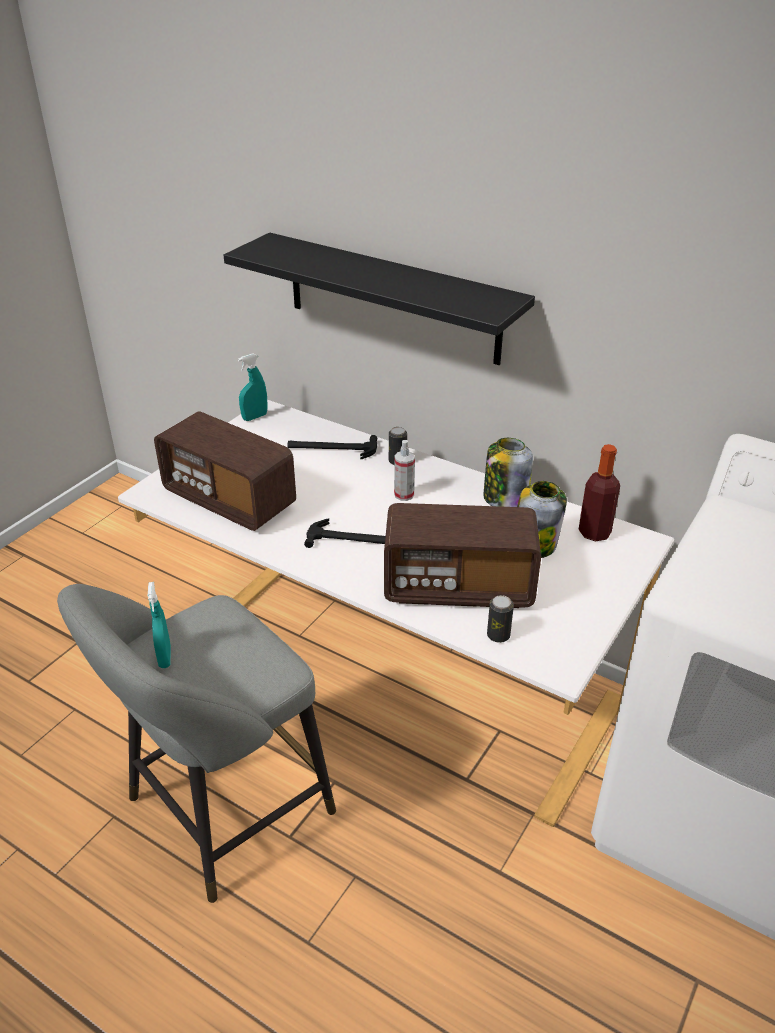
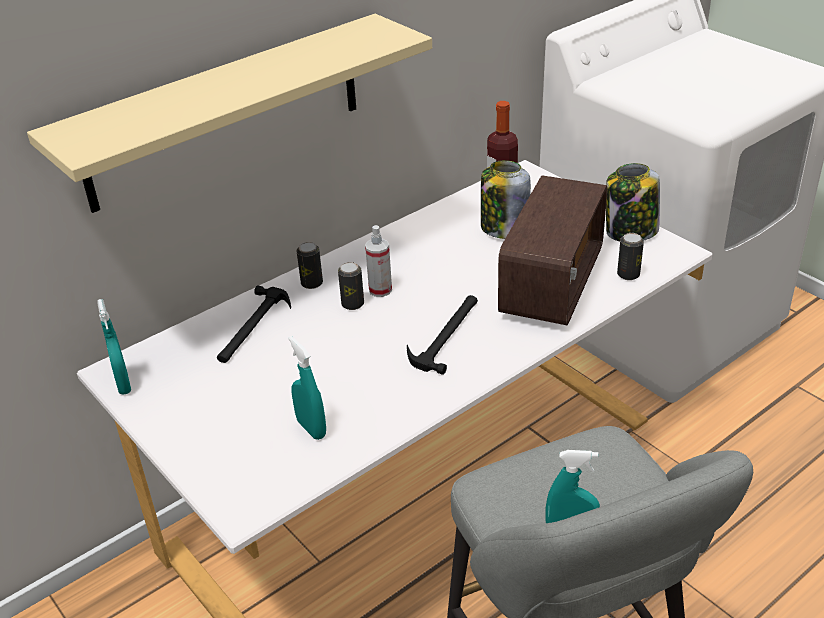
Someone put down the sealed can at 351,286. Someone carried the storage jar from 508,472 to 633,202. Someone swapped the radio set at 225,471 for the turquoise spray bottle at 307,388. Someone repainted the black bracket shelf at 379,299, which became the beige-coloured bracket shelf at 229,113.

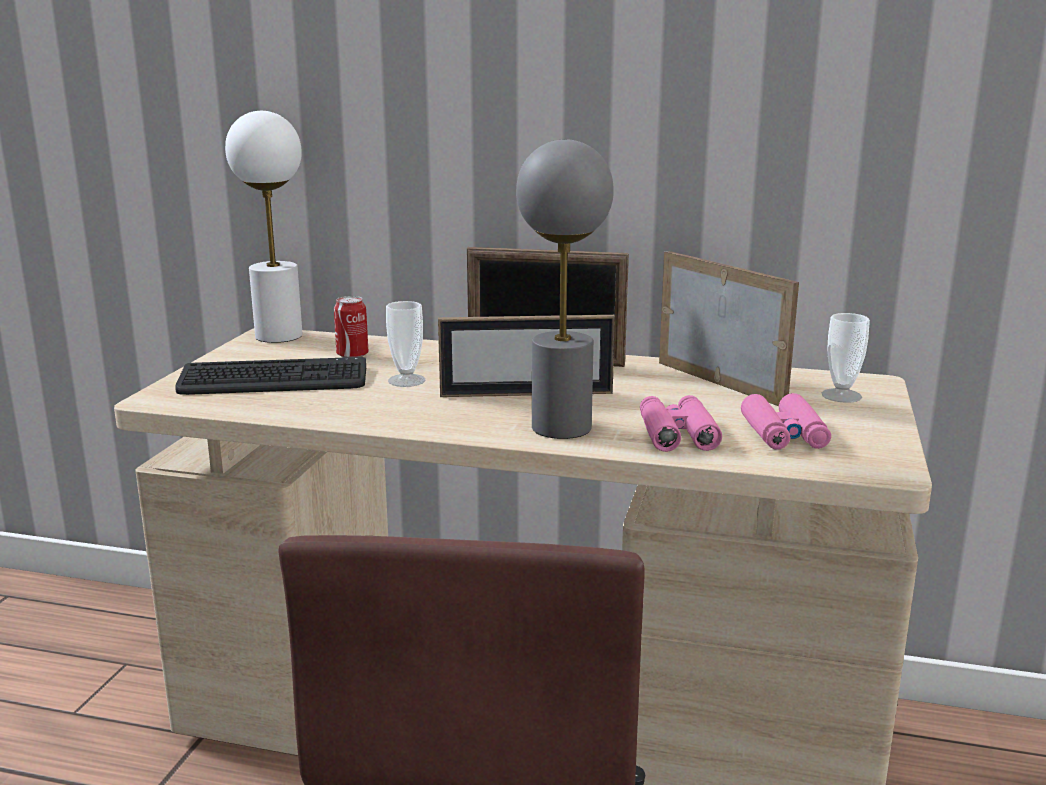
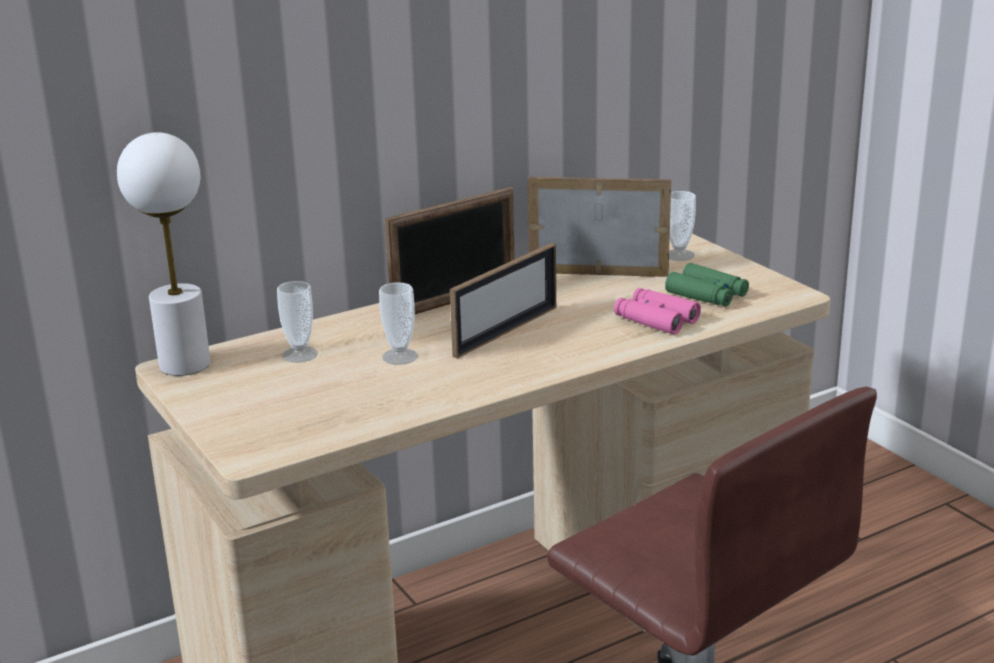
Someone took away the PC keyboard at 271,376. Someone took away the grey lamp for a table at 565,289. Someone swapped the sealed can at 351,327 for the drinking cup at 297,322. Someone repainted the pinkish pair of binoculars at 786,421, which became the green-coloured pair of binoculars at 707,284.

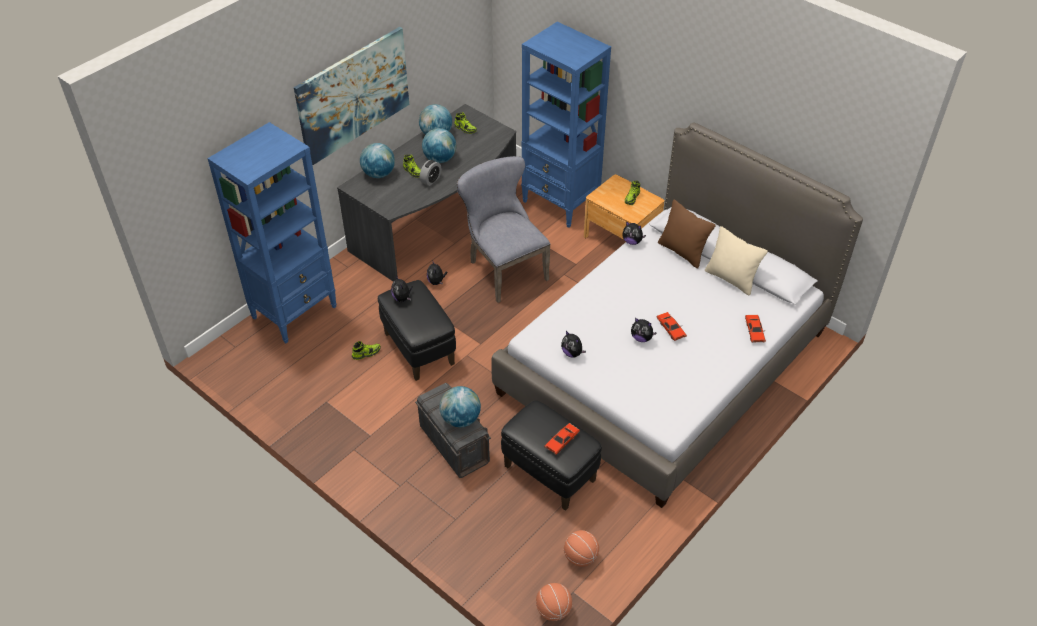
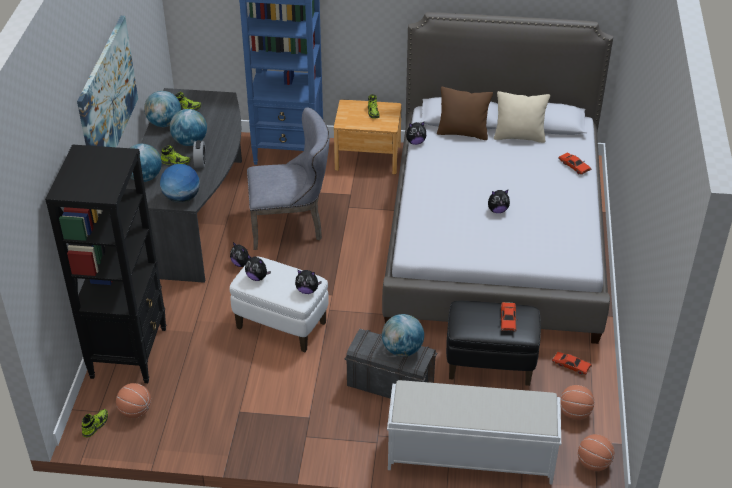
Someone put down the basketball at 133,400. Someone put down the desk globe at 180,183. Someone put down the whitish bench at 474,432. Someone carried the low shoe from 366,350 to 95,423. Someone carried the soft toy from 573,344 to 308,281. Someone carried the reddish miniature car from 671,326 to 572,363. Someone repainted the blue-coloured shelving unit at 272,232, which became the black shelving unit at 106,263. Someone repainted the black footrest at 417,330, which became the whitish footrest at 279,304. Someone rotated the grey chair at 503,229 by 150 degrees clockwise.

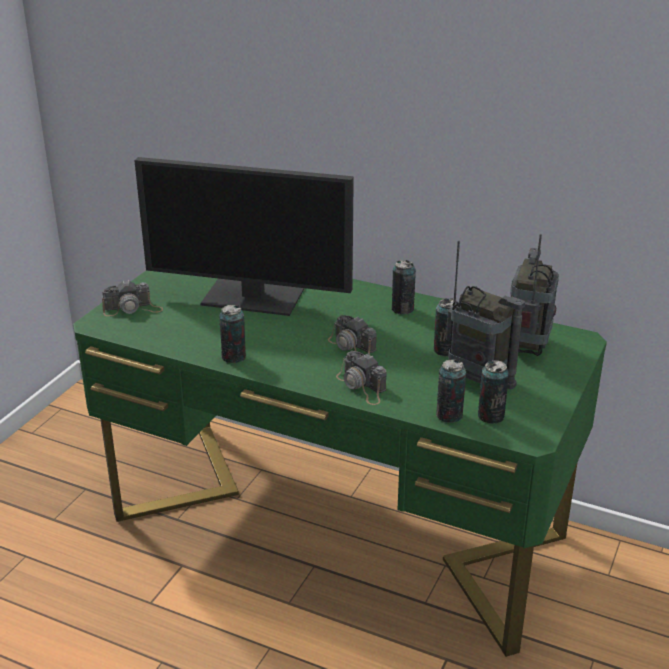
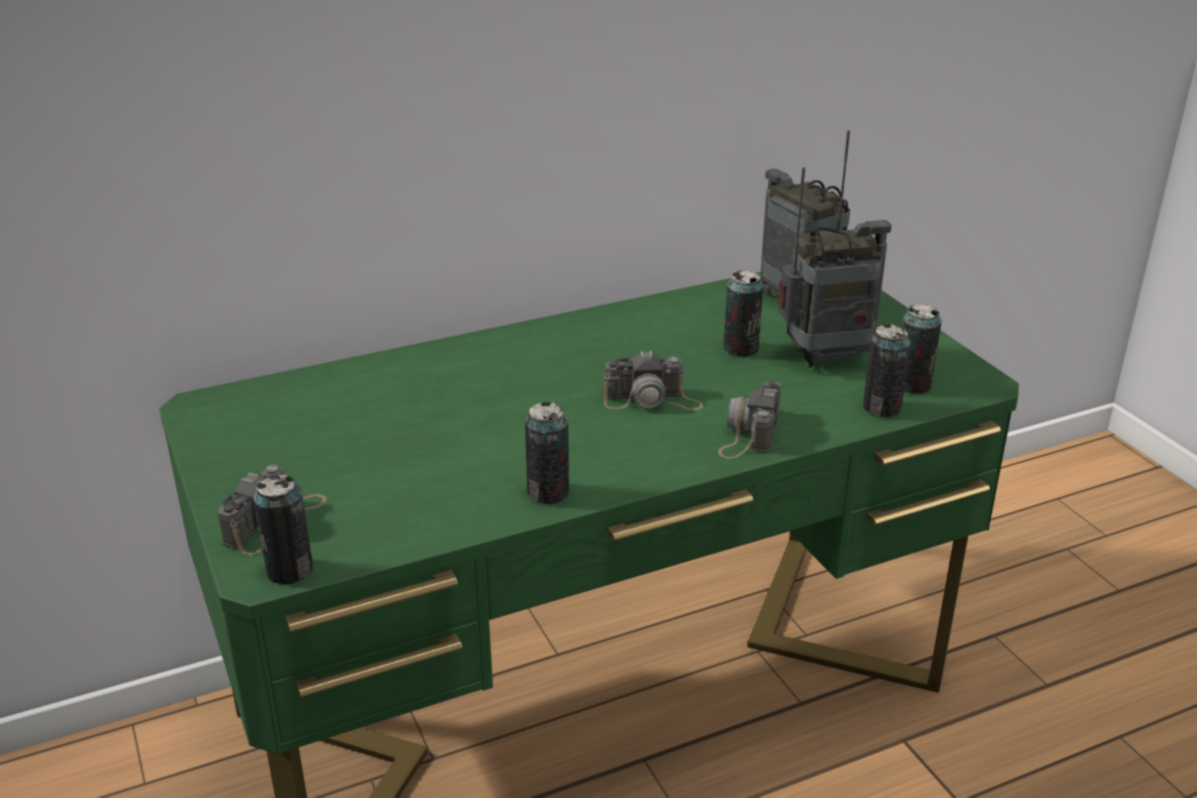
Someone took away the computer screen at 244,236. Someone carried the sealed can from 404,287 to 283,530. Someone rotated the photo camera at 361,378 by 105 degrees clockwise.

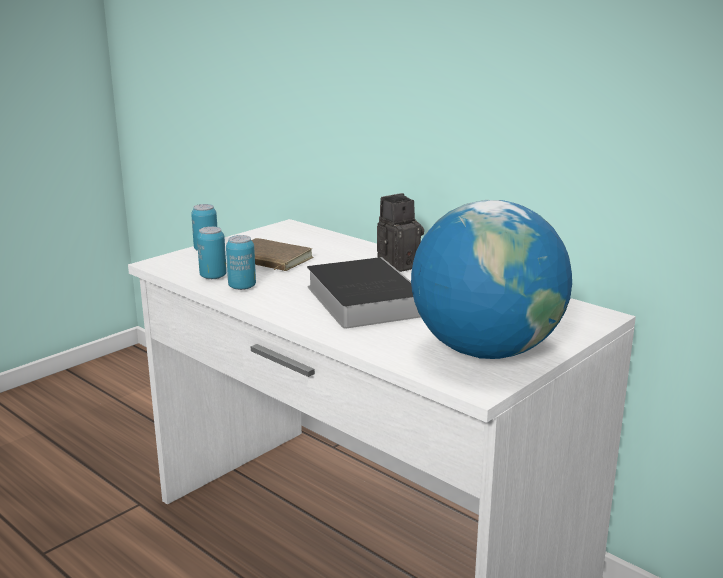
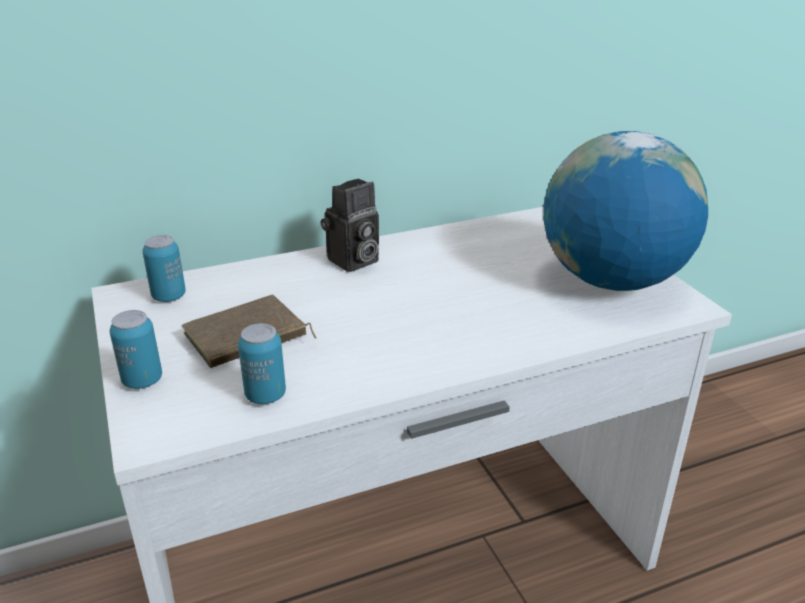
Someone took away the bound book at 364,293. Someone carried the sealed can from 241,262 to 164,268. Someone rotated the photo camera at 400,232 by 120 degrees counterclockwise.

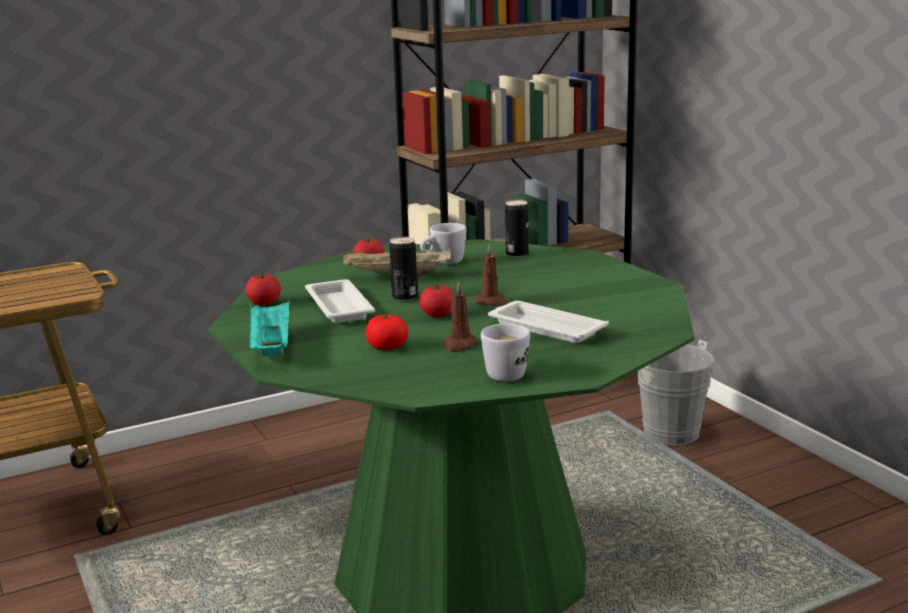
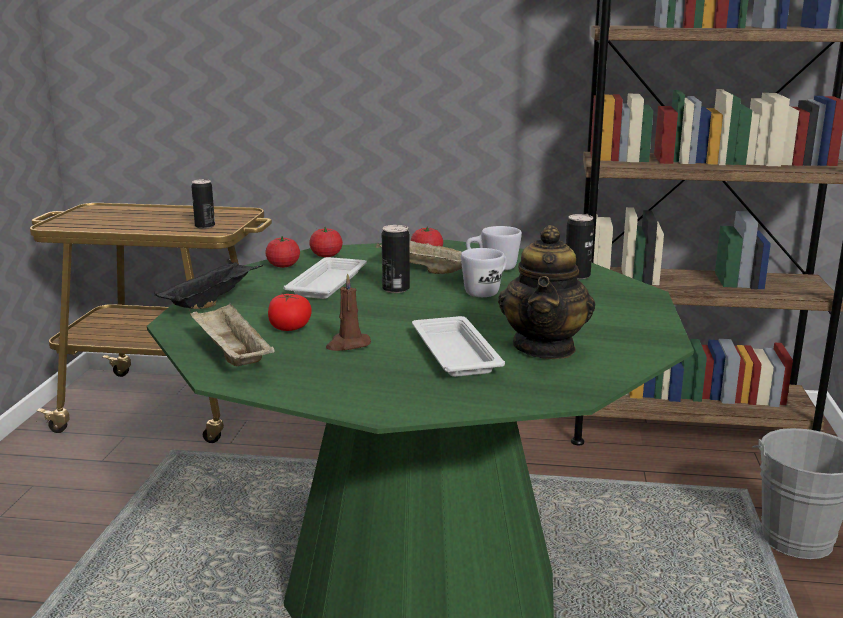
Someone took away the brownish candle at 491,275. Someone put down the beige-coloured carrying tray at 232,334. Someone put down the sealed can at 203,204. Someone put down the pot for tea at 546,292. Someone carried the whole tomato from 436,300 to 326,242. Someone carried the whitish mug from 505,352 to 484,272. Someone repainted the turquoise carrying tray at 269,328, which became the black carrying tray at 208,284.

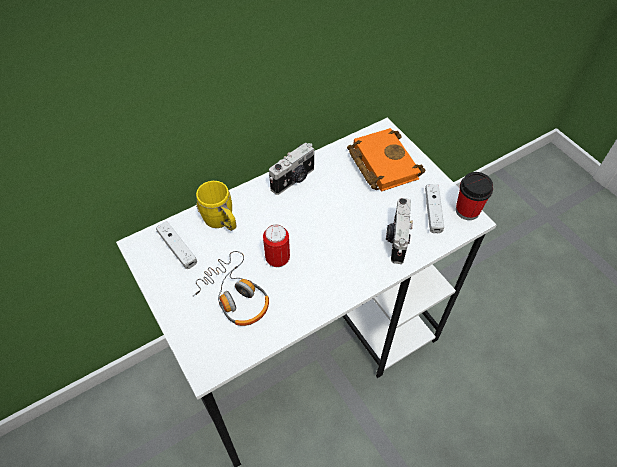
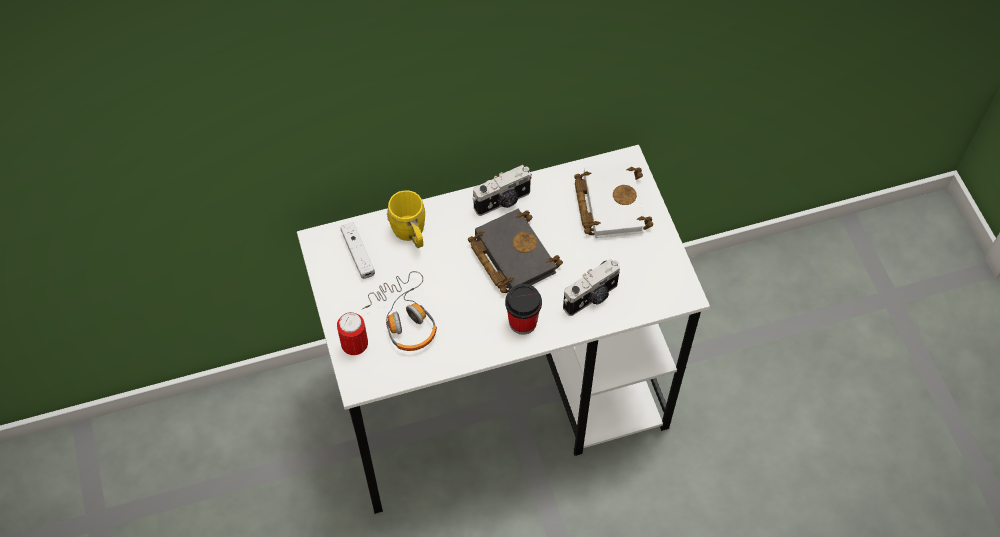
Someone took away the whitish gamepad at 434,208. Someone put down the black bound book at 515,251. Someone carried the sealed can from 276,246 to 352,333. Someone carried the drinking cup from 474,196 to 523,309. Someone repainted the orange bound book at 386,159, which became the whitish bound book at 613,200. Someone rotated the photo camera at 399,231 by 150 degrees counterclockwise.

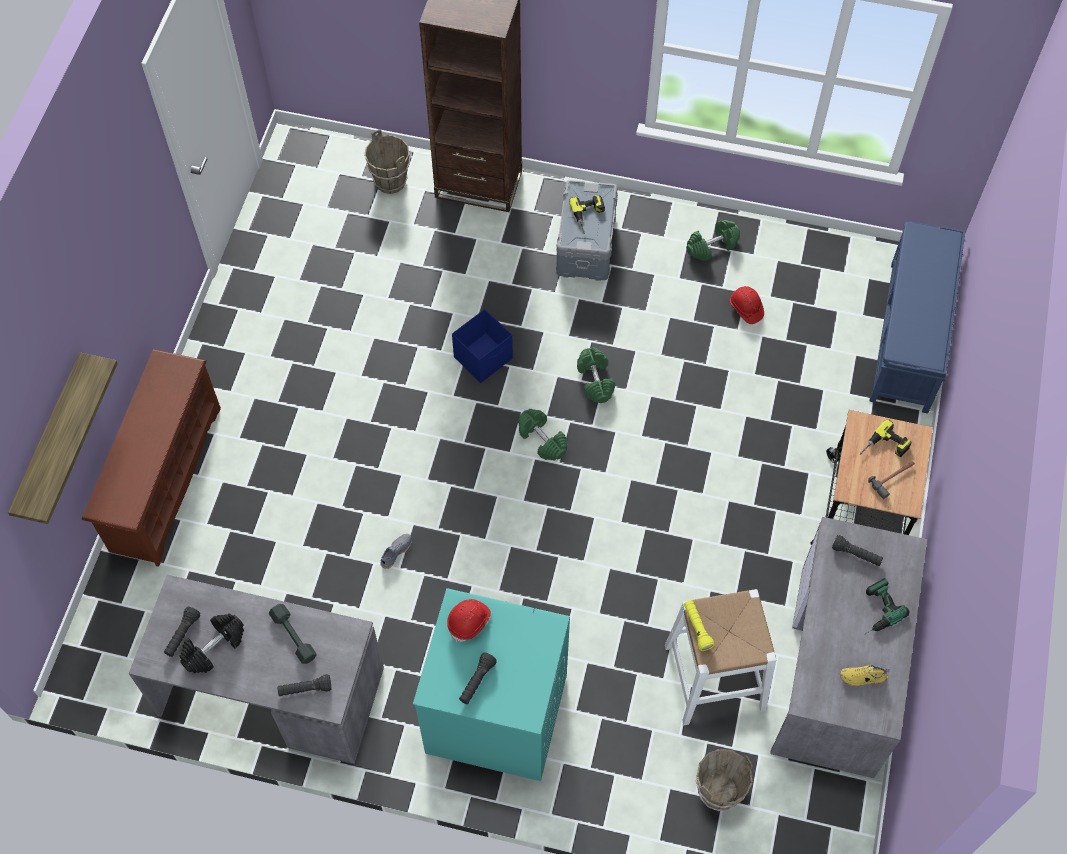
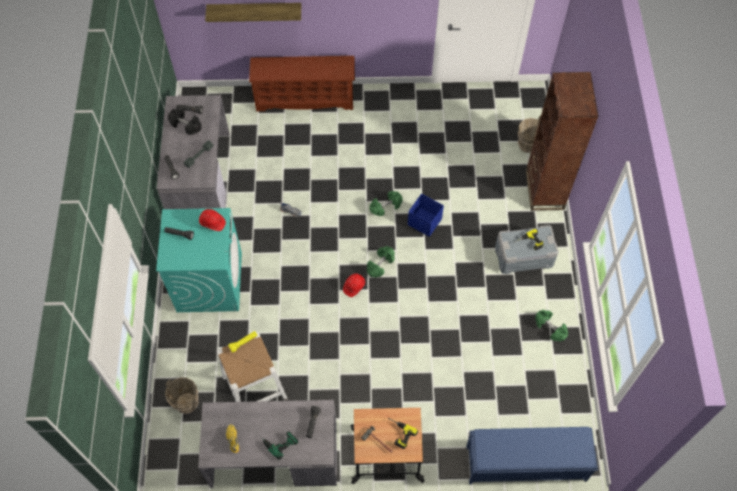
Someone carried the green-coloured dumbbell from 596,375 to 386,203. Someone carried the reddish work helmet from 747,305 to 354,285.

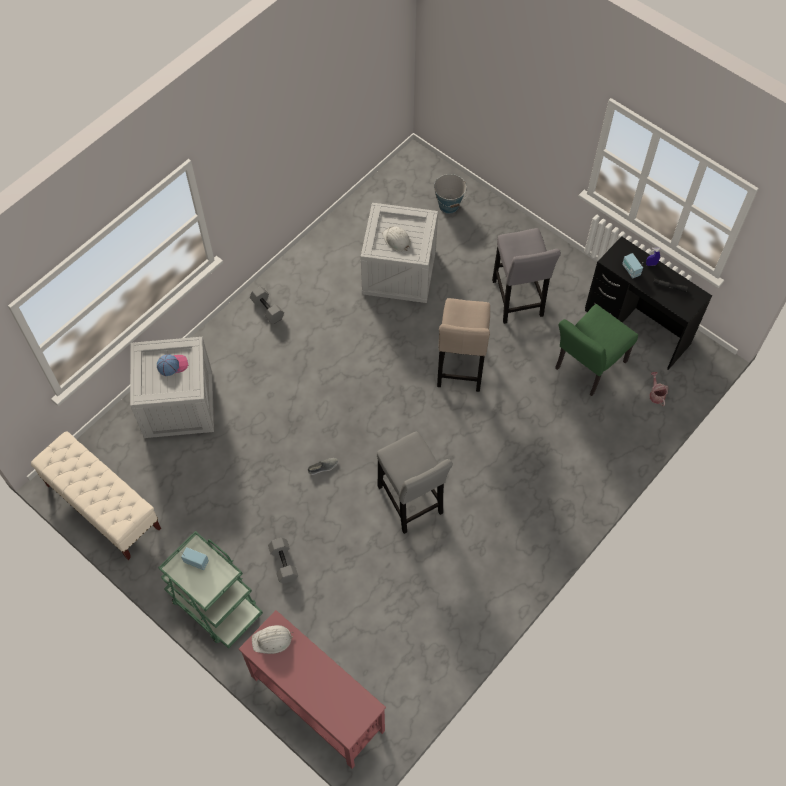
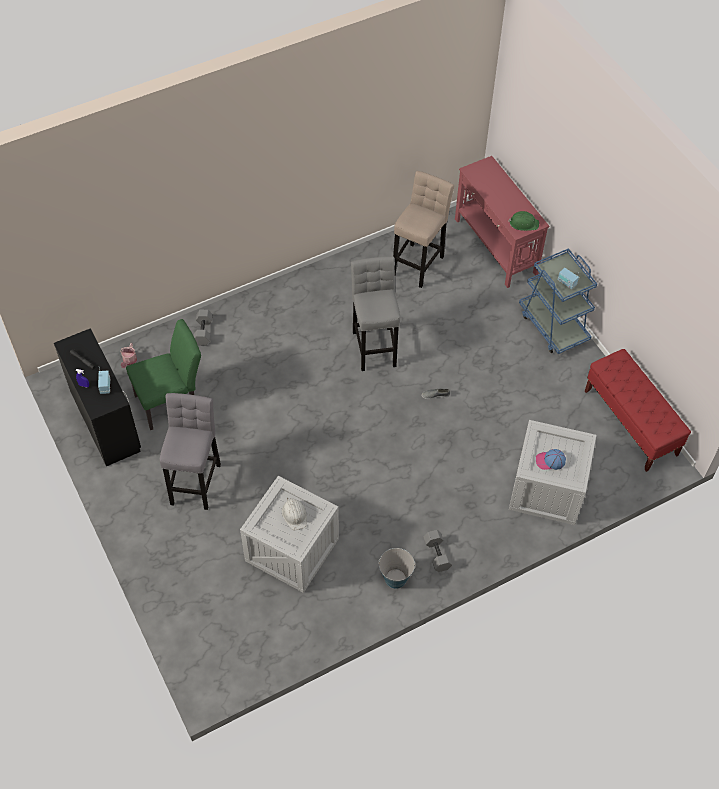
Someone carried the grey dumbbell from 283,561 to 203,327. Someone carried the bucket from 450,194 to 396,568. Someone carried the beige-coloured sitting stool from 463,345 to 423,229. Someone repainted the beige-coloured bench at 96,495, which became the reddish bench at 638,410. Someone repainted the green-coloured cart at 210,590, which became the blue-coloured cart at 558,301. Someone repainted the whitish work helmet at 272,639, which became the green-coloured work helmet at 523,221.

